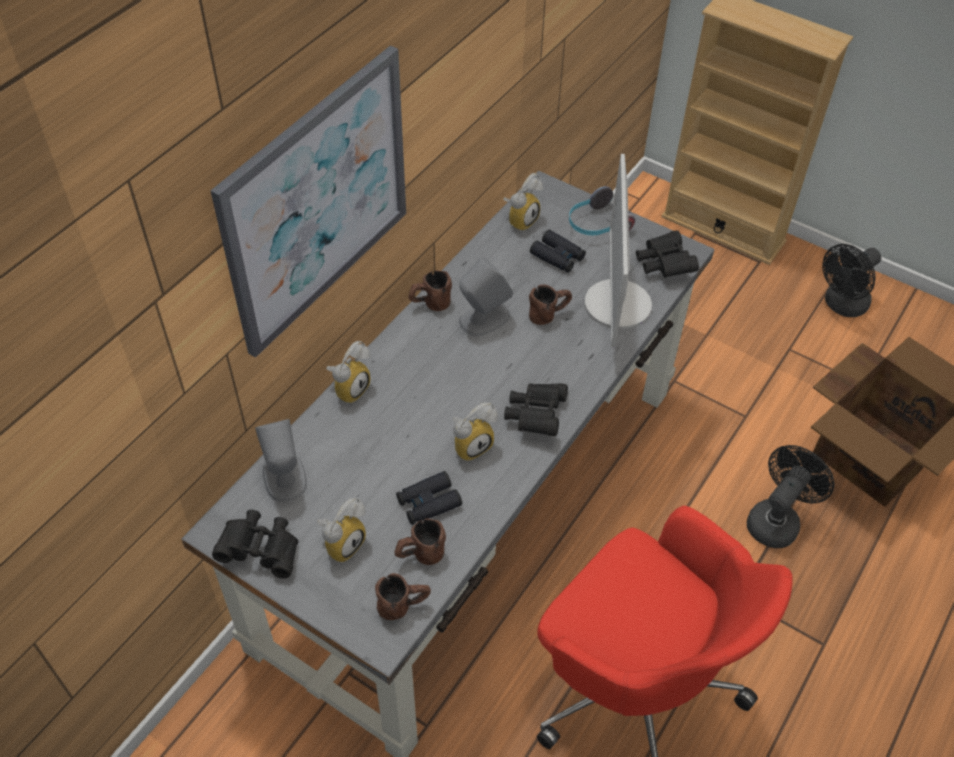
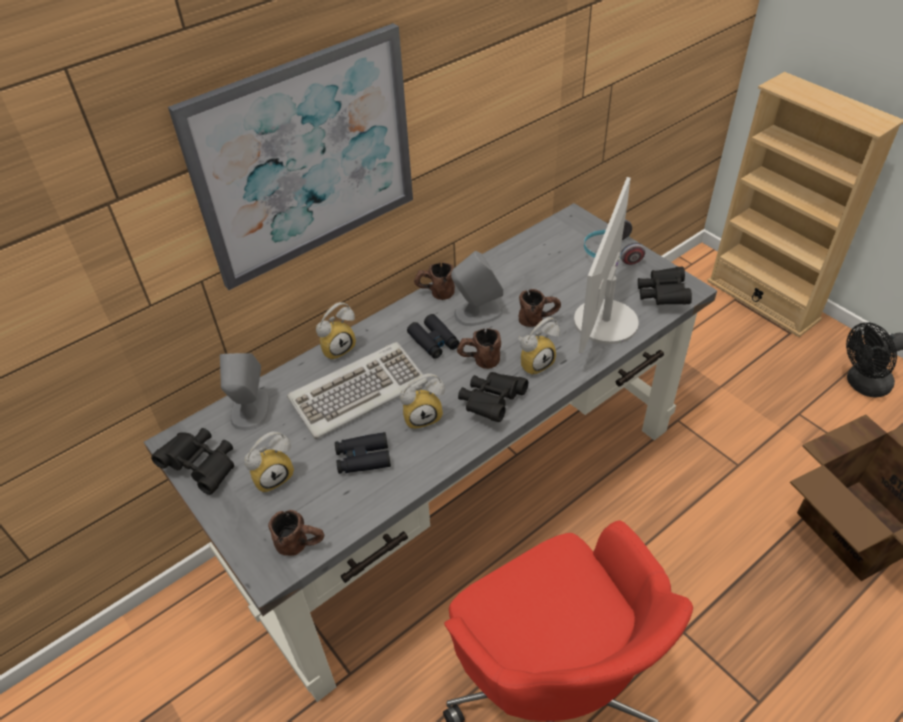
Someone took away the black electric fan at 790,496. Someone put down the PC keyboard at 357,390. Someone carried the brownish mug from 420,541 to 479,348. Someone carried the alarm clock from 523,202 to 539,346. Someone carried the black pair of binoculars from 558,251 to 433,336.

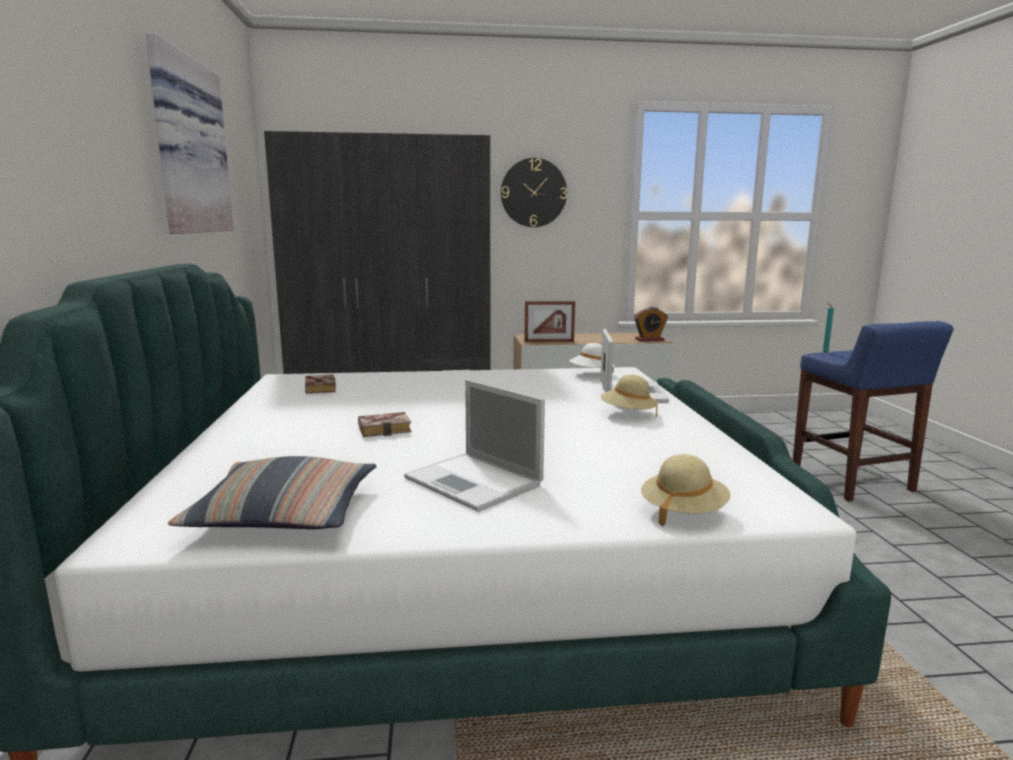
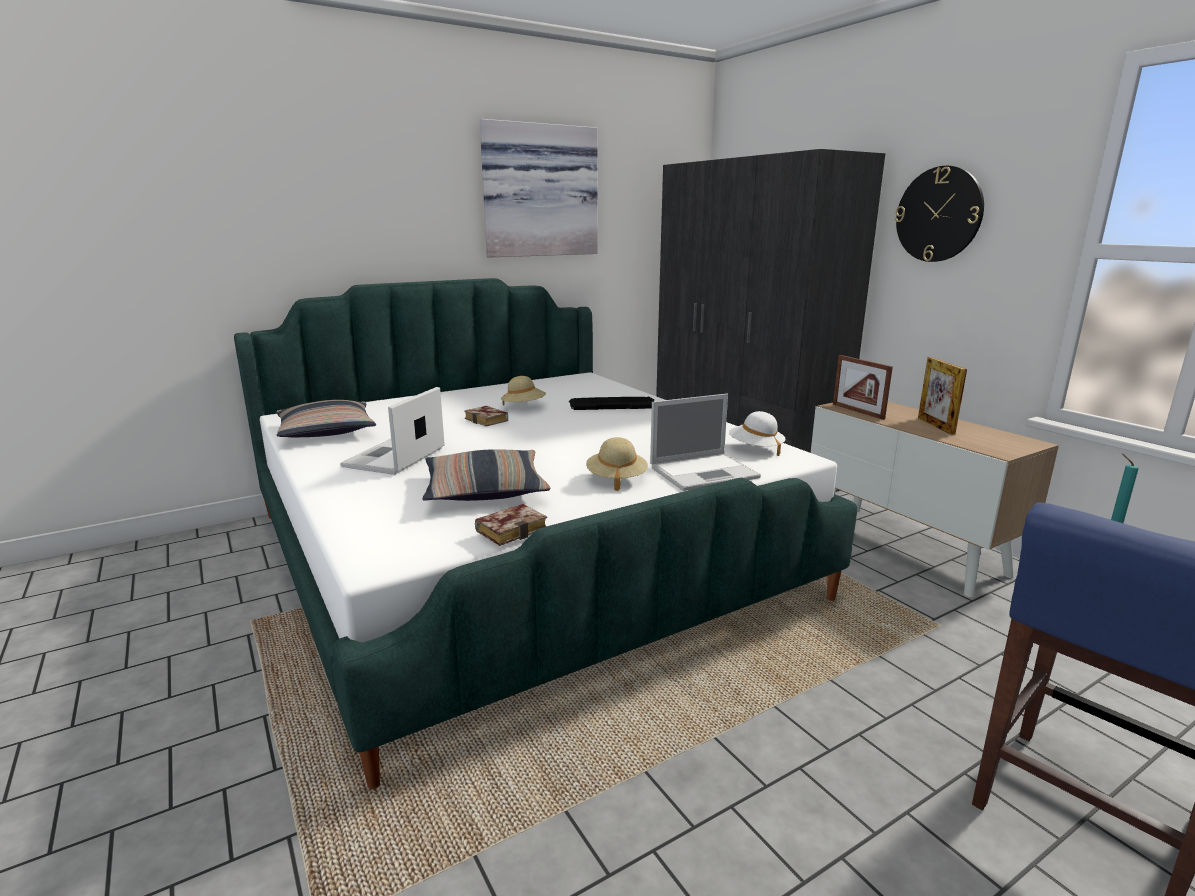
Someone took away the alarm clock at 651,324. Someone put down the pillow at 486,475. Someone put down the PC keyboard at 611,403. Someone put down the picture frame at 942,396. Someone carried the bound book from 320,384 to 511,525. Someone carried the beige-coloured hat from 685,490 to 523,390.

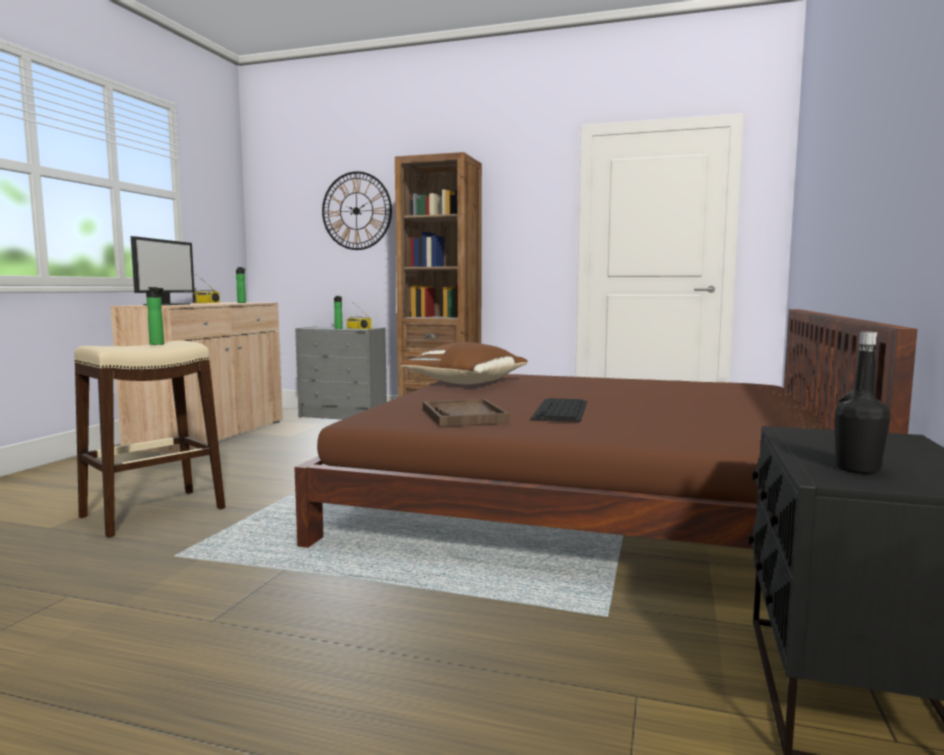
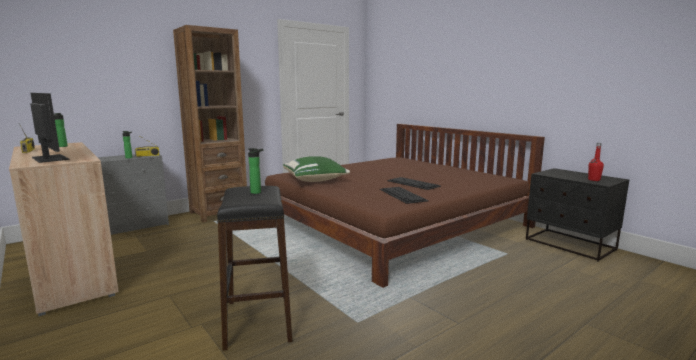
Someone took away the clock on the wall at 357,210. Someone swapped the brownish carrying tray at 466,412 for the PC keyboard at 404,195. Someone repainted the beige-coloured sitting stool at 149,439, which became the black sitting stool at 254,268. Someone repainted the brownish pillow at 464,363, which became the green-coloured pillow at 316,169. Someone repainted the black drink bottle at 862,402, which became the reddish drink bottle at 596,162.

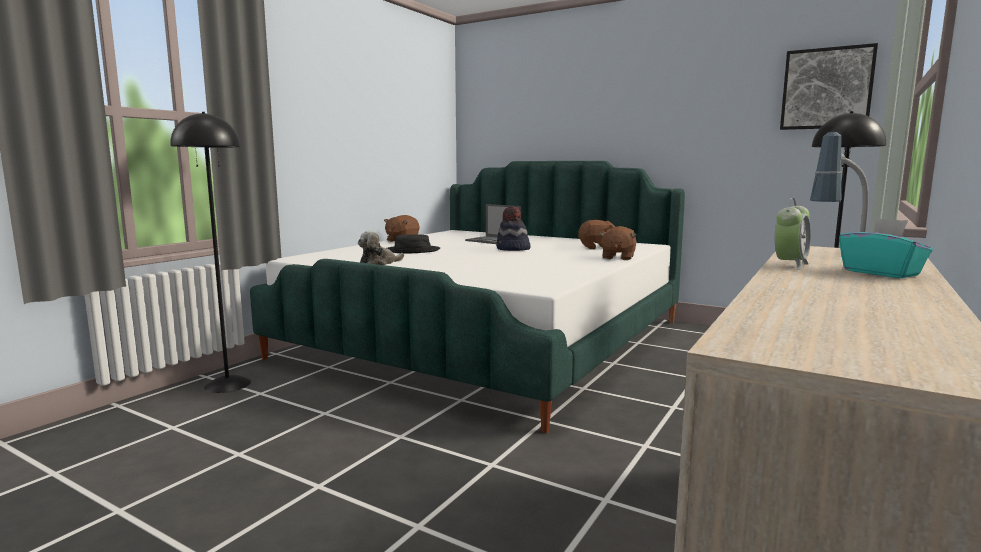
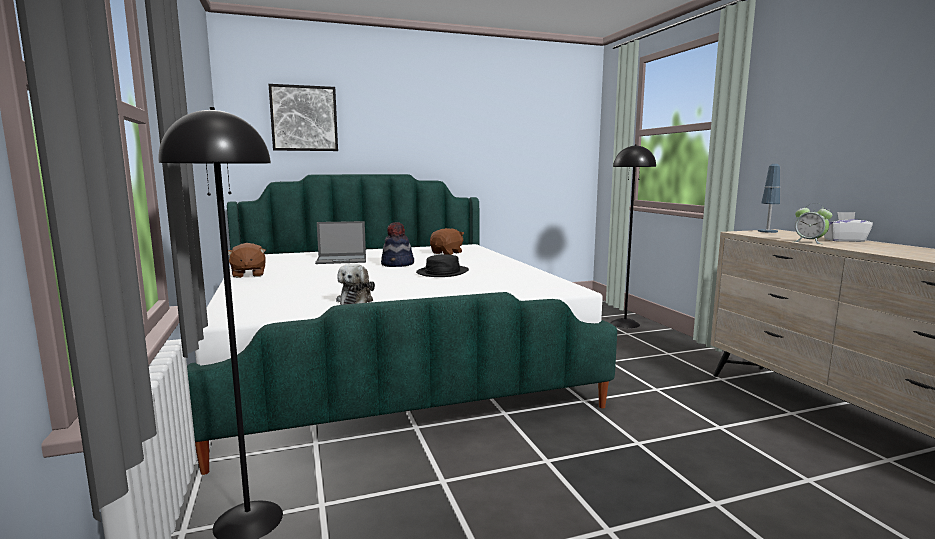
Someone took away the brownish soft toy at 618,243. Someone carried the black hat from 413,243 to 442,266. Someone carried the wall art from 829,86 to 303,117. Someone repainted the turquoise tissue box at 886,248, which became the whitish tissue box at 848,227. Someone rotated the alarm clock at 793,234 by 150 degrees clockwise.

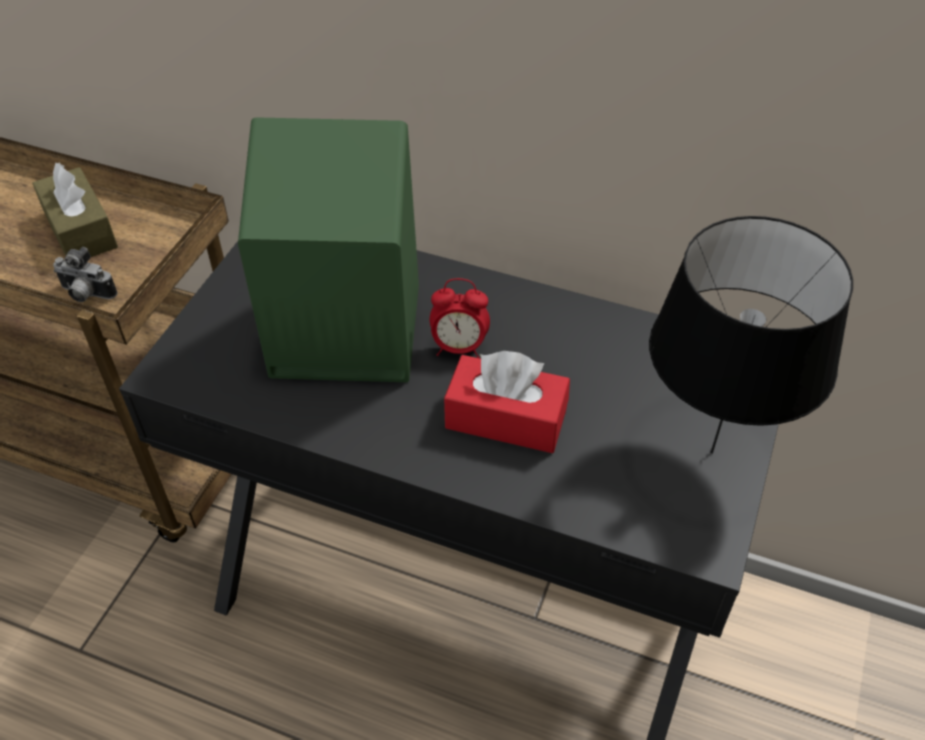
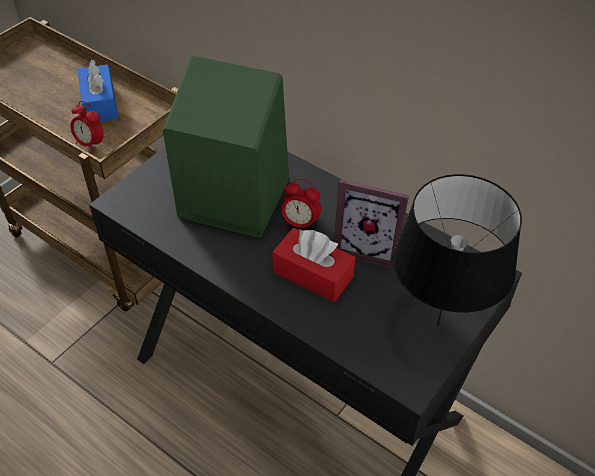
Someone put down the picture frame at 371,224. Someone swapped the photo camera at 85,274 for the alarm clock at 87,127. Someone repainted the brownish tissue box at 75,210, which became the blue-coloured tissue box at 98,91.

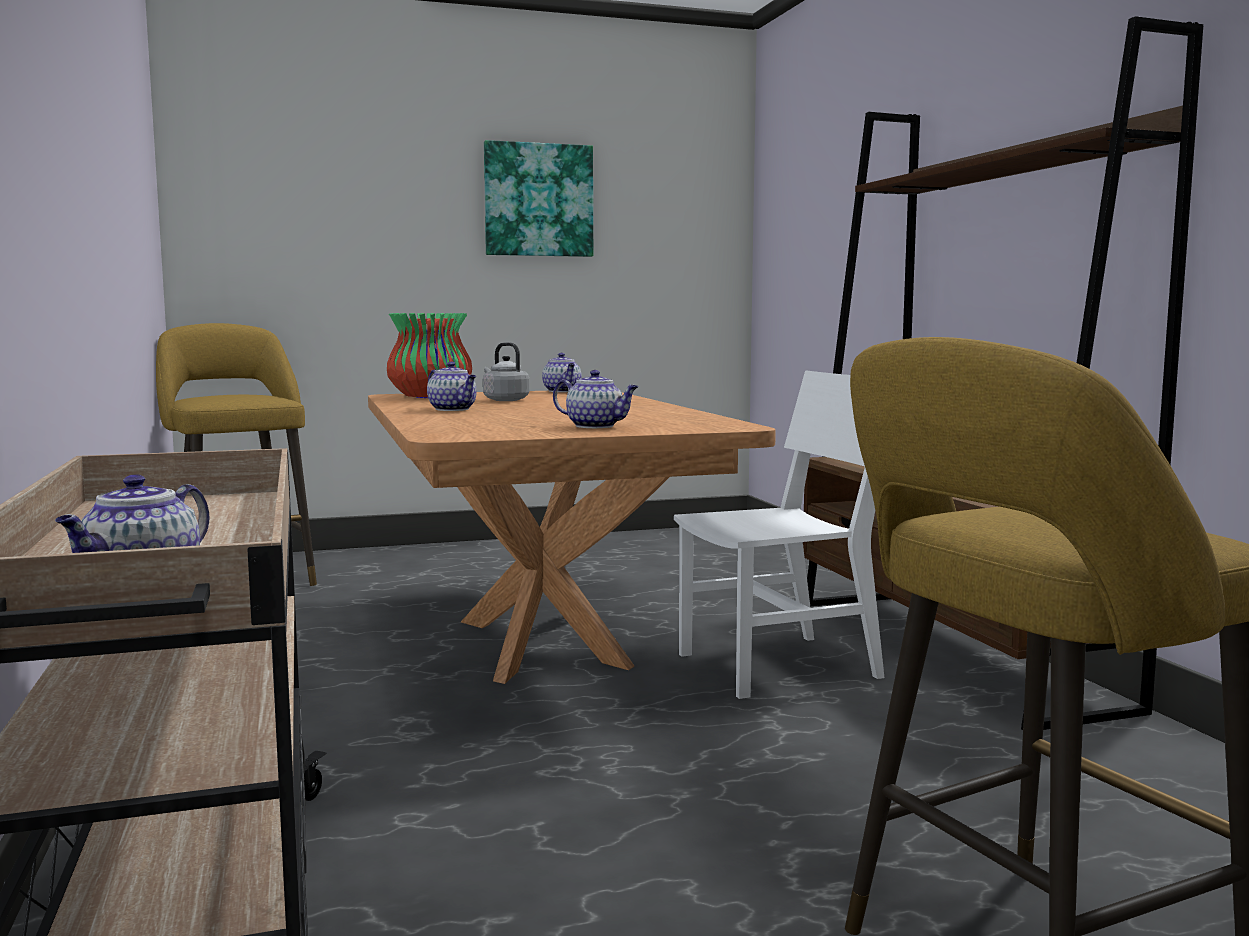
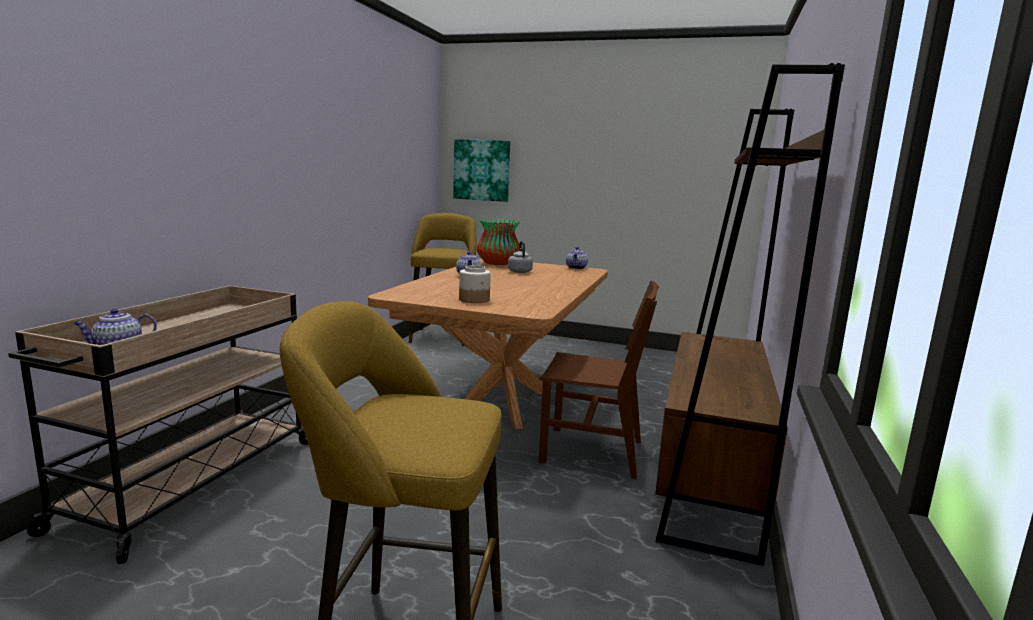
Someone carried the wall art from 538,198 to 482,170. Someone swapped the pot for tea at 596,399 for the storage jar at 475,284. Someone repainted the whitish chair at 779,534, which became the brownish chair at 599,379.

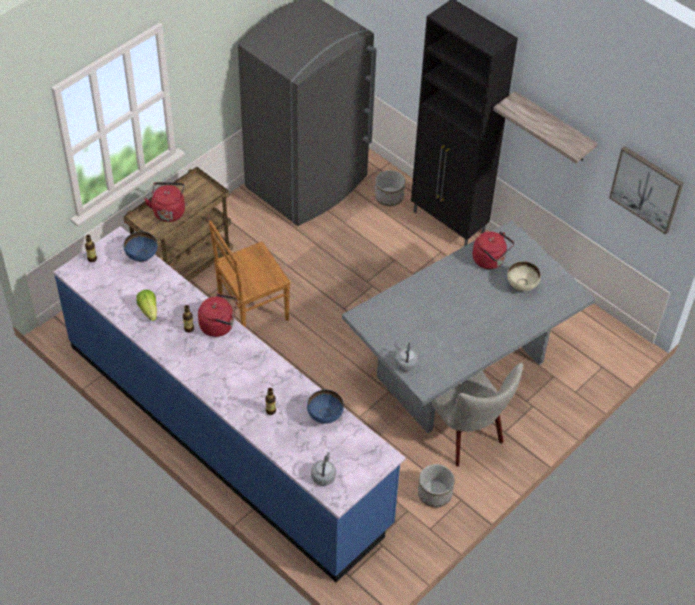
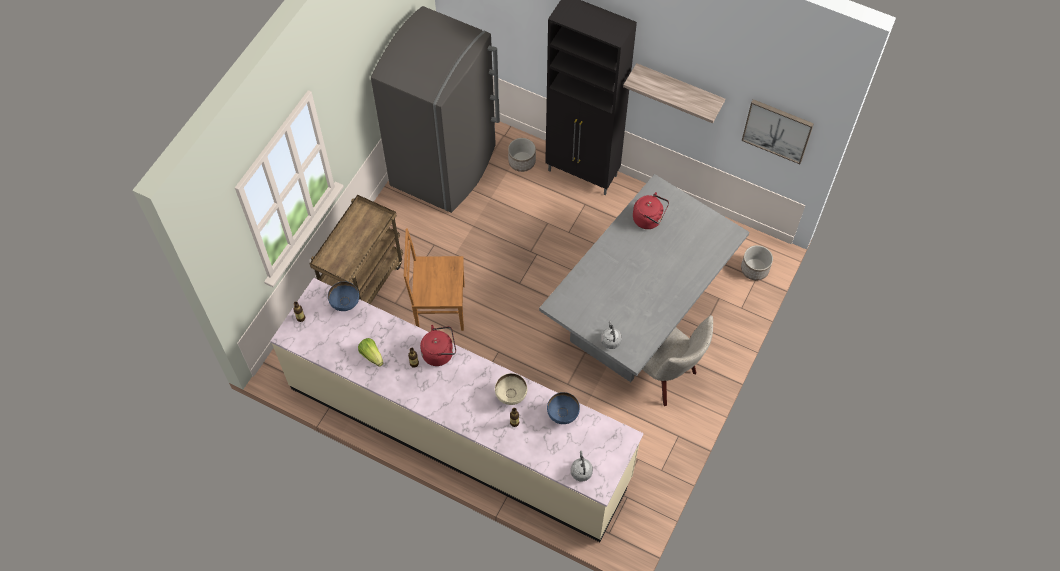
Someone took away the reddish water kettle at 164,202. Someone carried the flower pot from 436,485 to 757,263. Someone carried the beige-coloured bowl from 524,276 to 511,389. Someone repainted the blue-coloured kitchen counter at 229,404, which became the beige-coloured kitchen counter at 457,410. Someone rotated the brownish chair at 249,274 by 45 degrees clockwise.

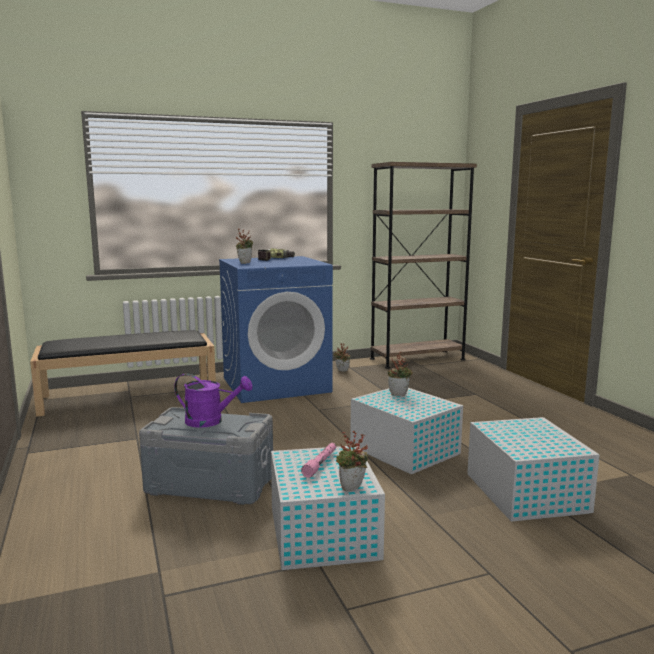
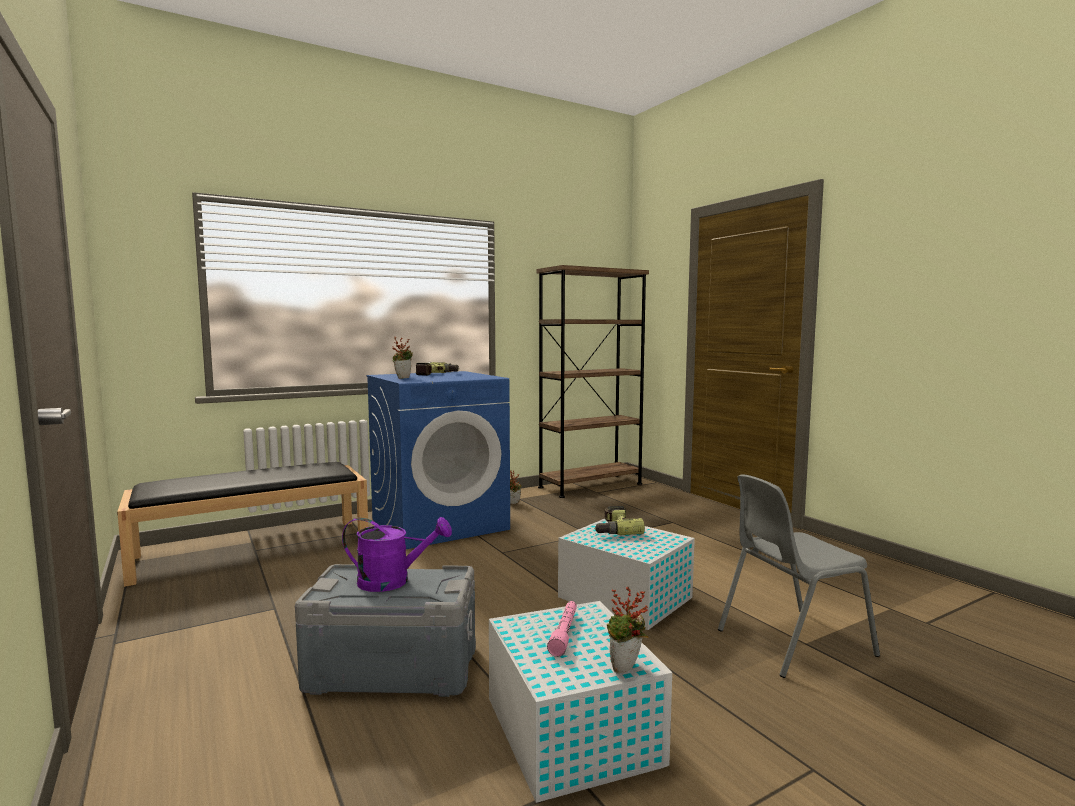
Someone swapped the houseplant at 400,373 for the power drill at 619,520. Someone swapped the whitish storage box at 533,469 for the grey chair at 799,576.

